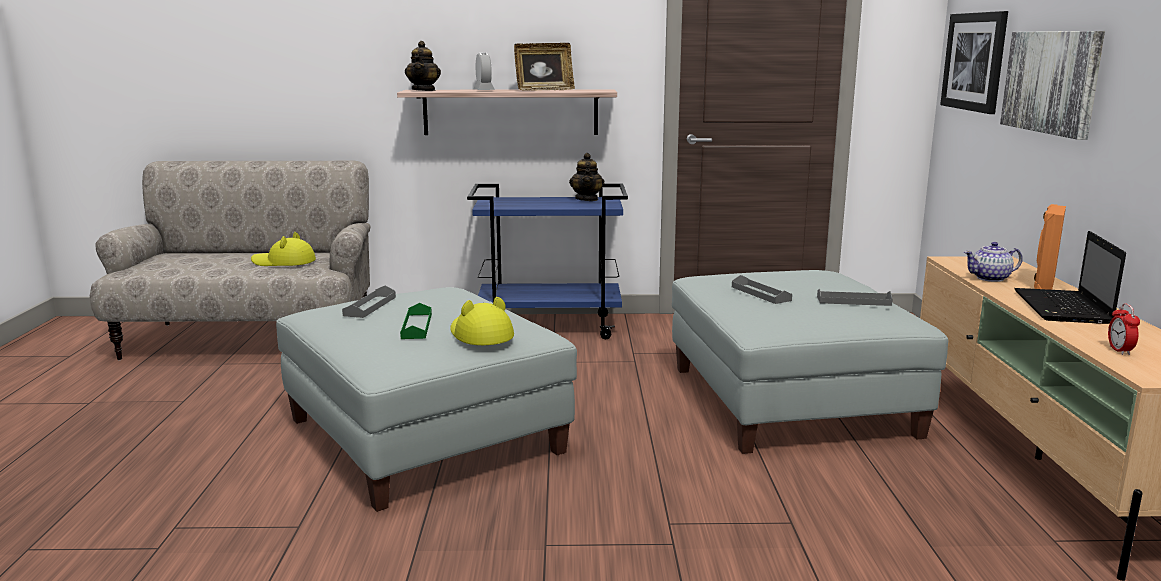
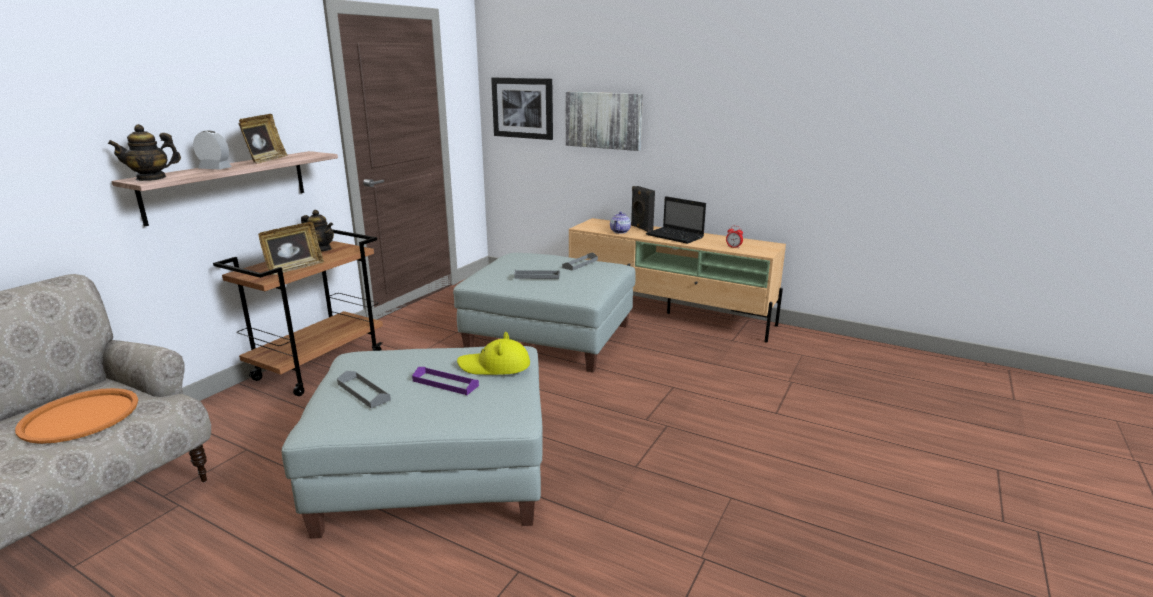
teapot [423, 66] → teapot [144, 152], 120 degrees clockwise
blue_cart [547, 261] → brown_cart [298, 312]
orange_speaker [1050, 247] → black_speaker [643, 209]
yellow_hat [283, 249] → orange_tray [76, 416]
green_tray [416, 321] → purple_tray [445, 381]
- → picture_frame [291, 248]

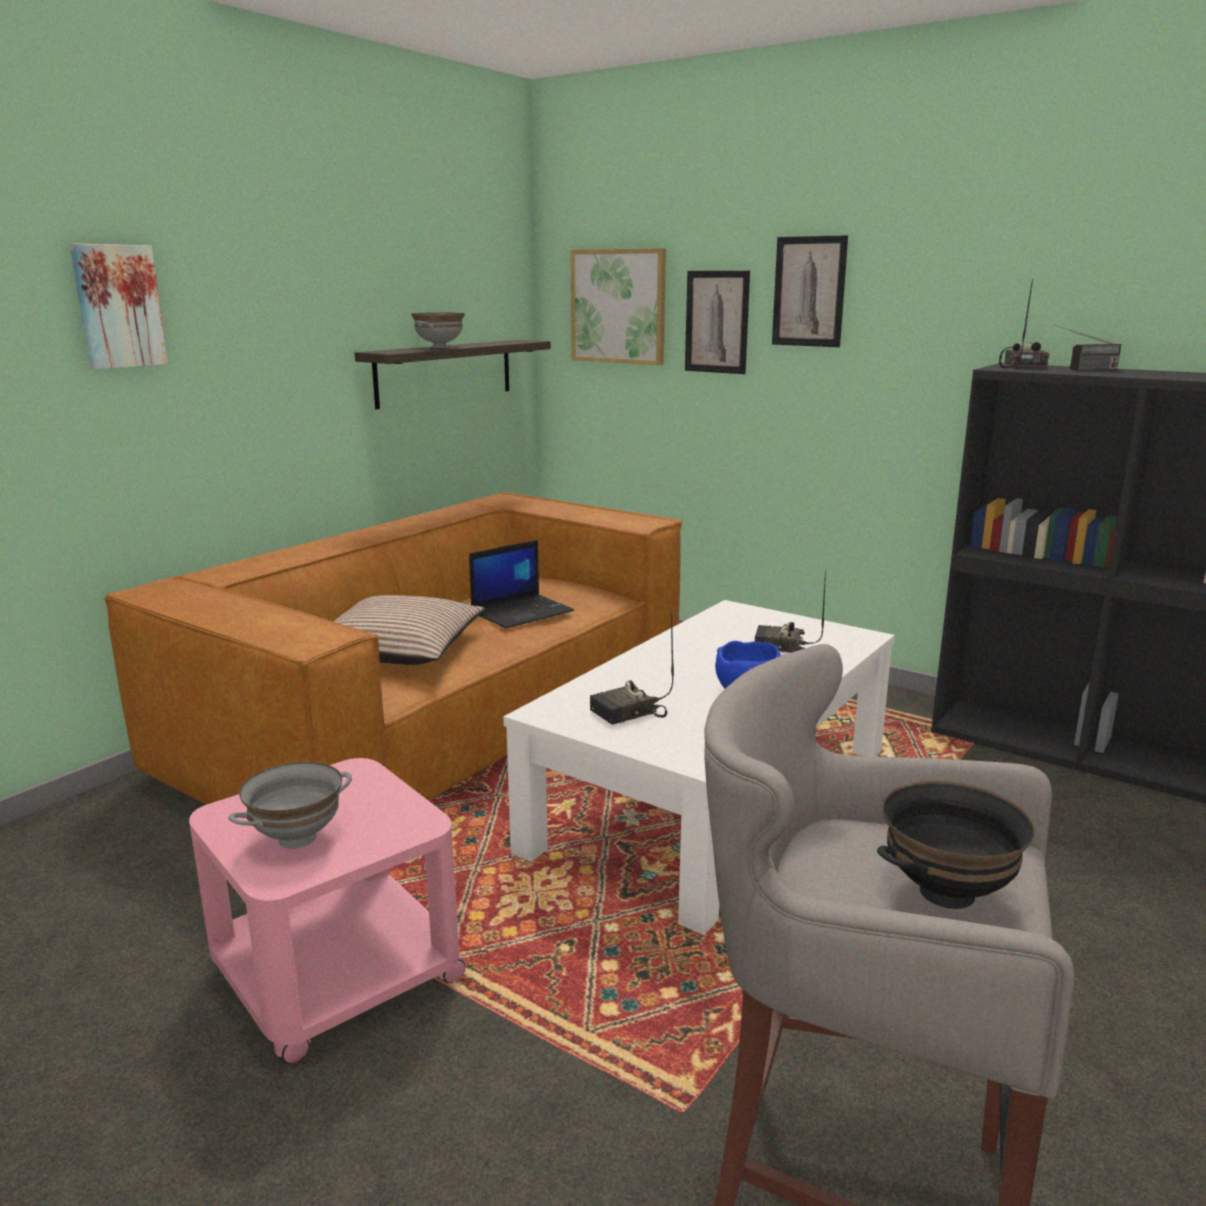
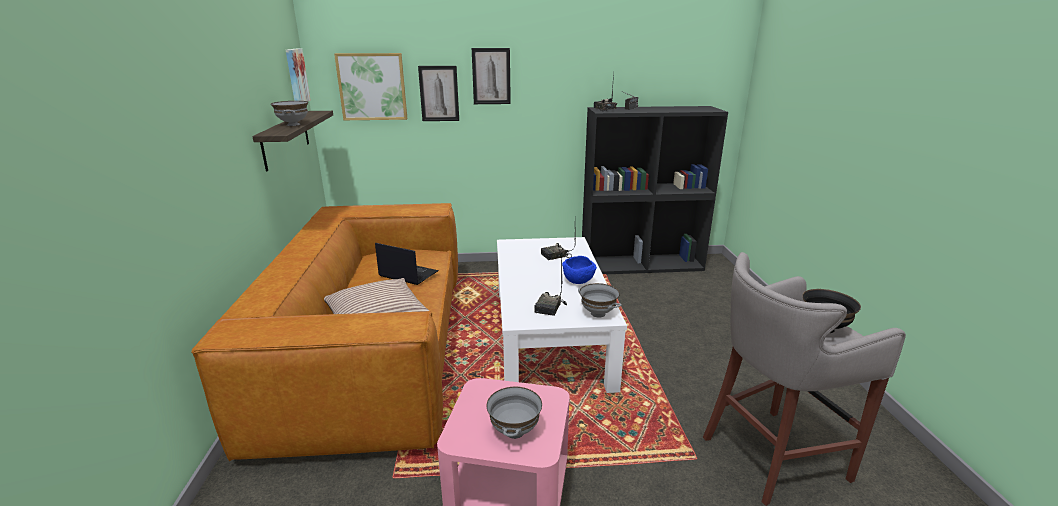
picture [119, 307] → picture [298, 75], relocated
laptop [521, 584] → laptop [407, 264], 75 degrees counterclockwise
- → grey_bowl [600, 300]

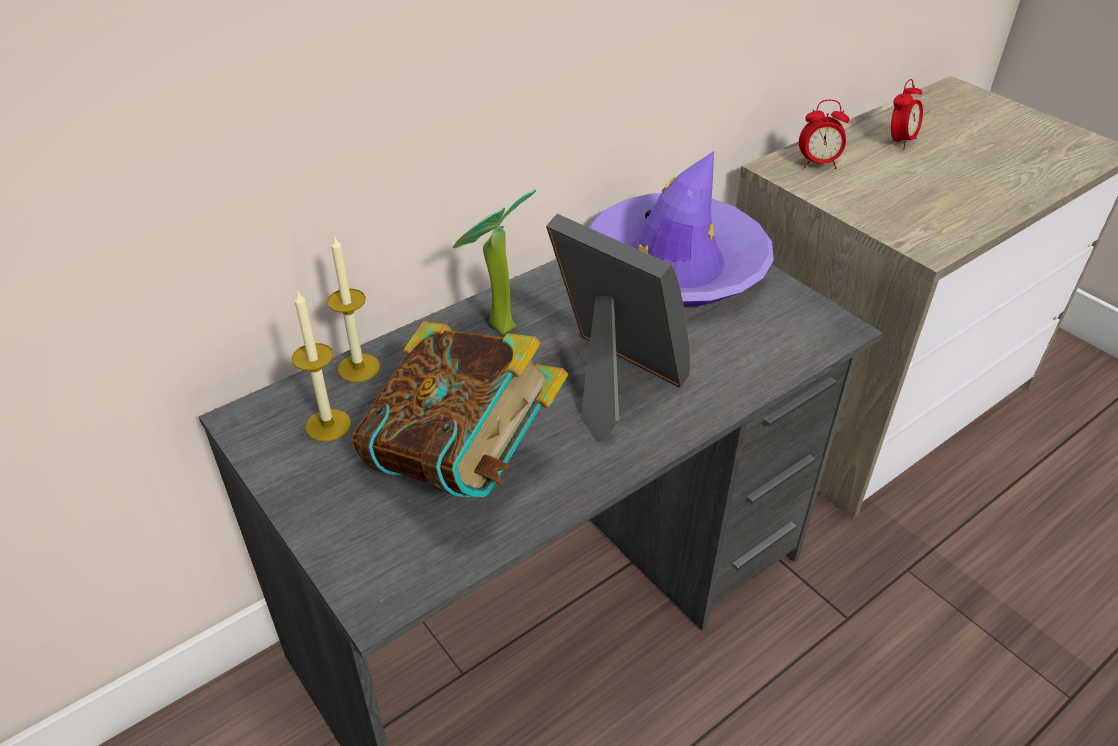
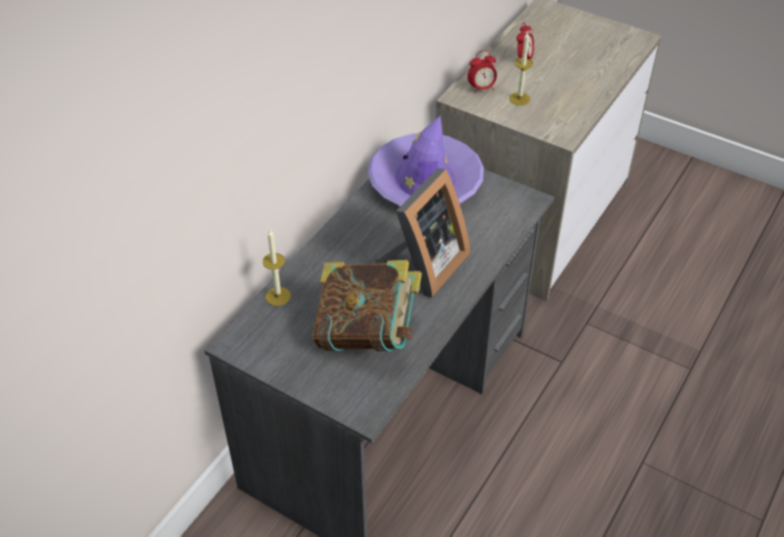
potted_plant [494, 262] → -
picture_frame [618, 328] → picture_frame [422, 232], 105 degrees clockwise
candle [321, 365] → candle [521, 68], relocated

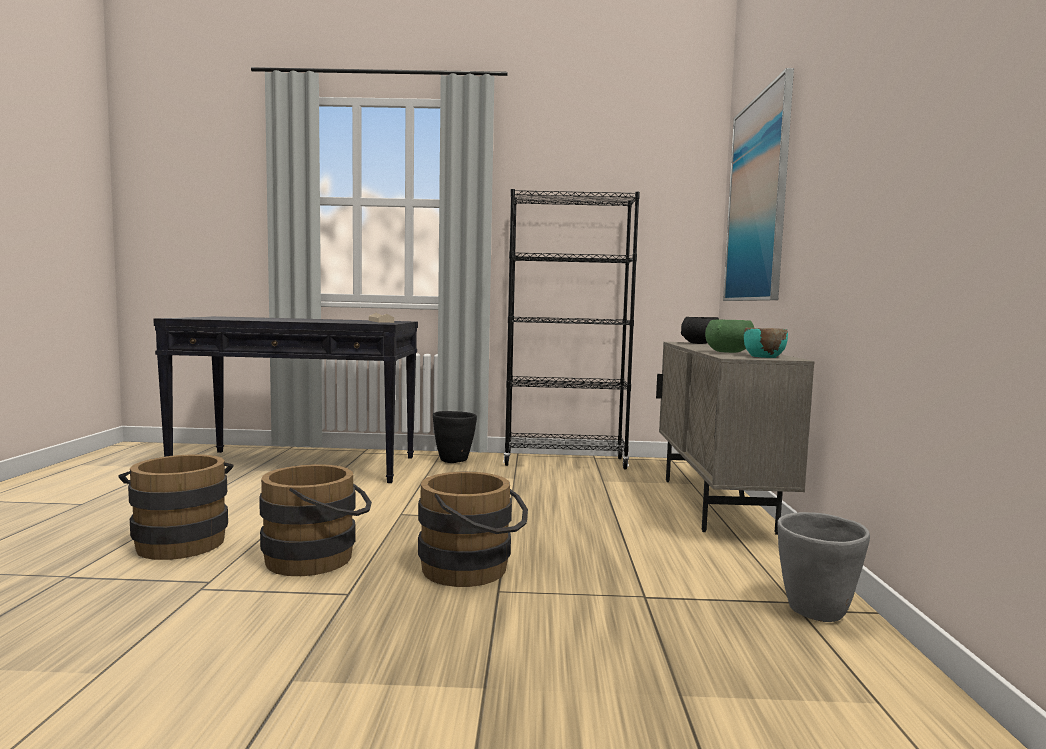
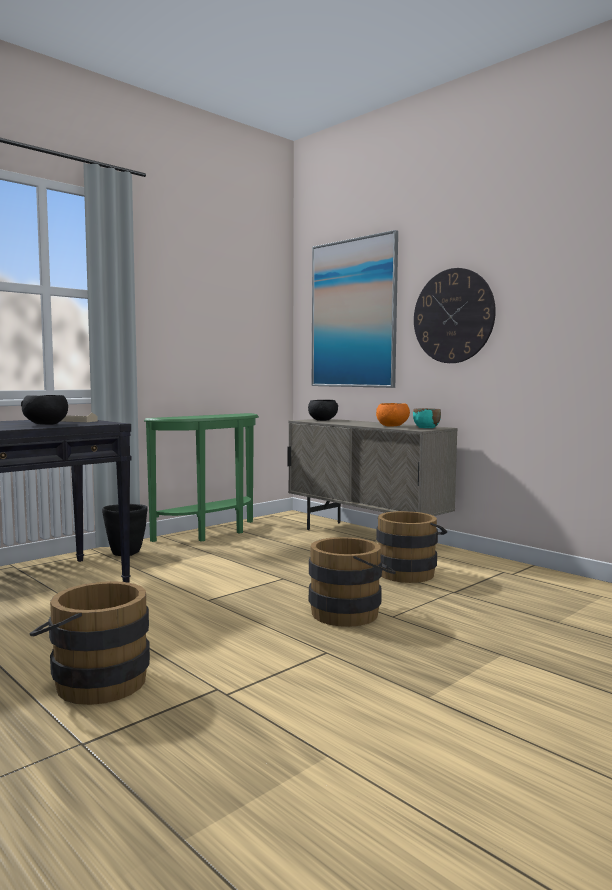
black_bookcase [571, 329] → green_console_table [201, 477]
green_bowl [729, 336] → orange_bowl [393, 414]
brown_bucket [315, 520] → brown_bucket [411, 547], relocated
grey_planter [823, 567] → -
- → wall_clock [455, 315]
- → black_bowl [44, 410]

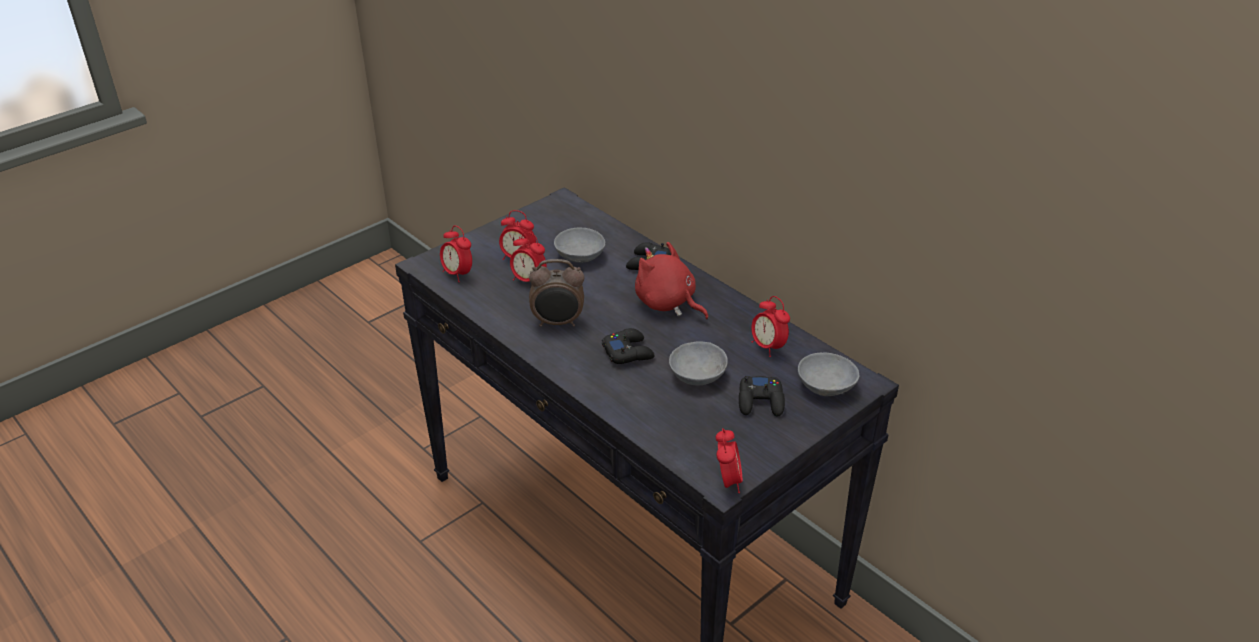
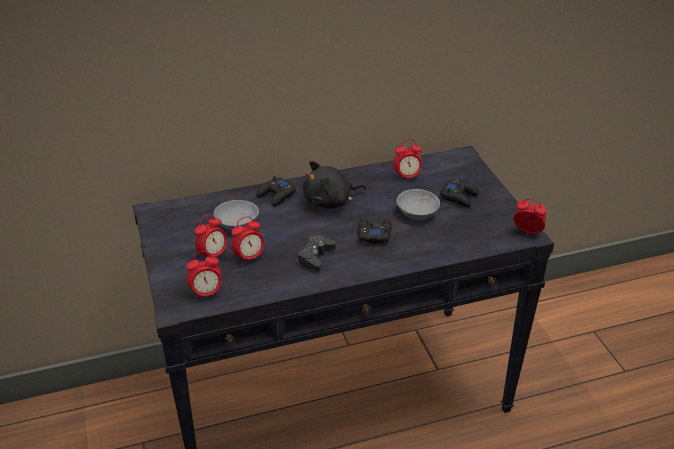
red_plush_toy [672, 280] → black_plush_toy [334, 185]
alarm_clock [556, 293] → black_game_controller [316, 253]
grey_bowl [829, 374] → -

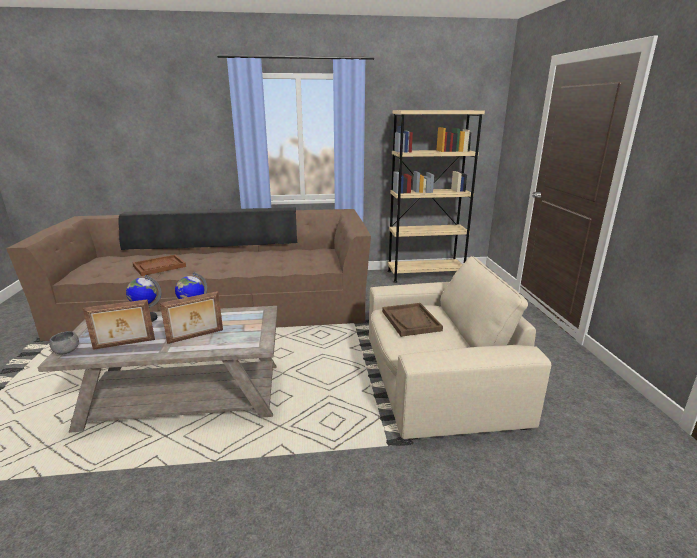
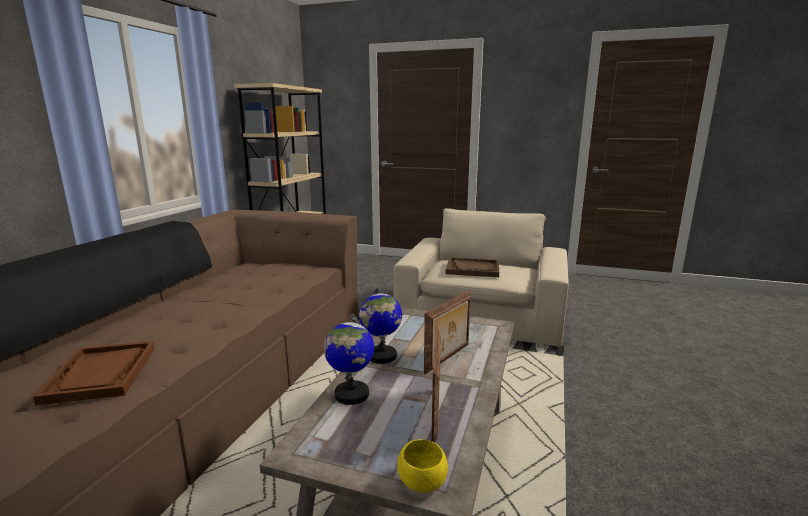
picture_frame [191, 317] → picture_frame [447, 332], 45 degrees clockwise
grey_bowl [64, 342] → yellow_bowl [422, 466]

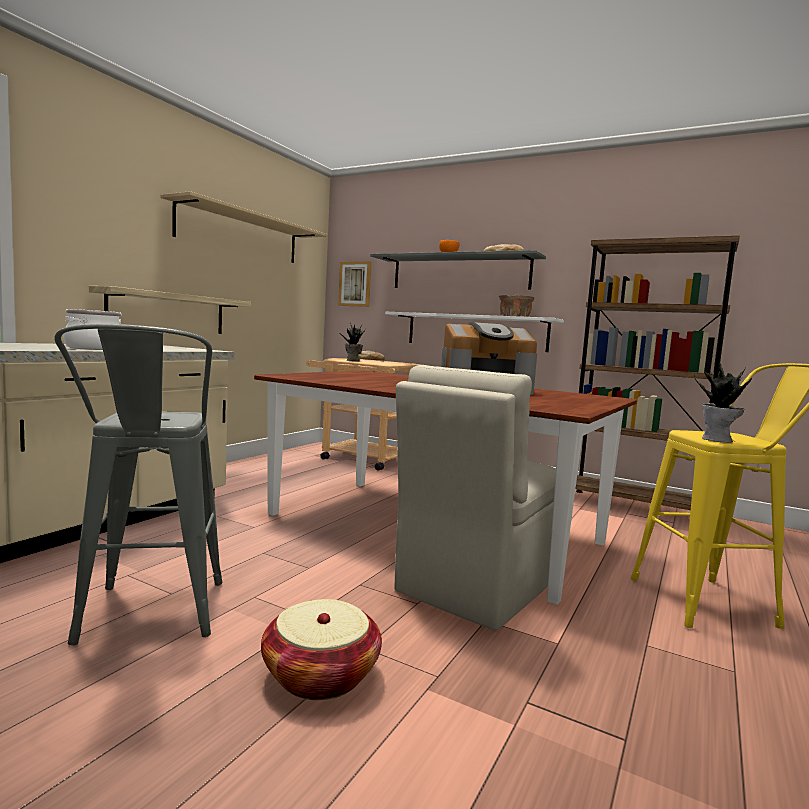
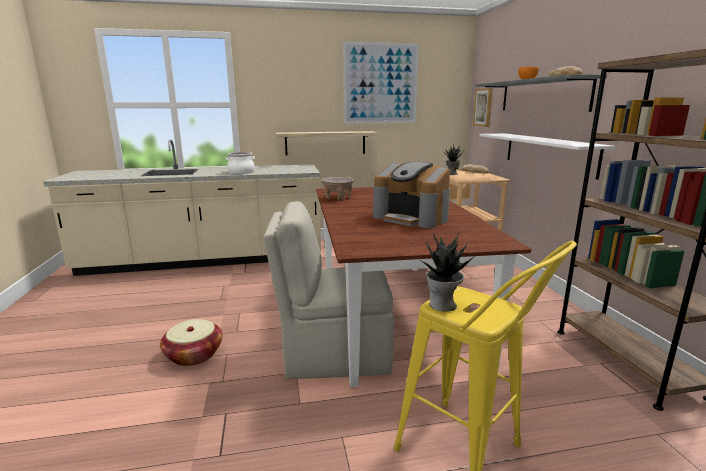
beige_shelf [244, 227] → picture [381, 82]
beige_bowl [516, 306] → beige_bowl [337, 188], relocated
grey_stool [138, 484] → -

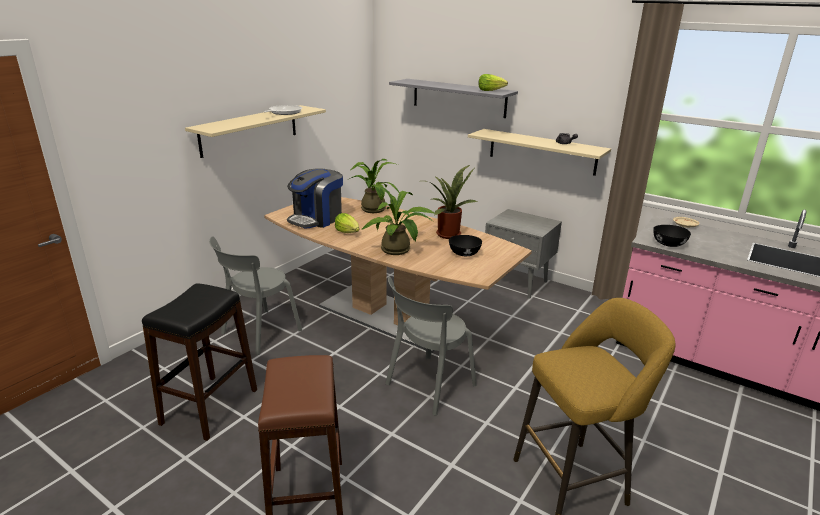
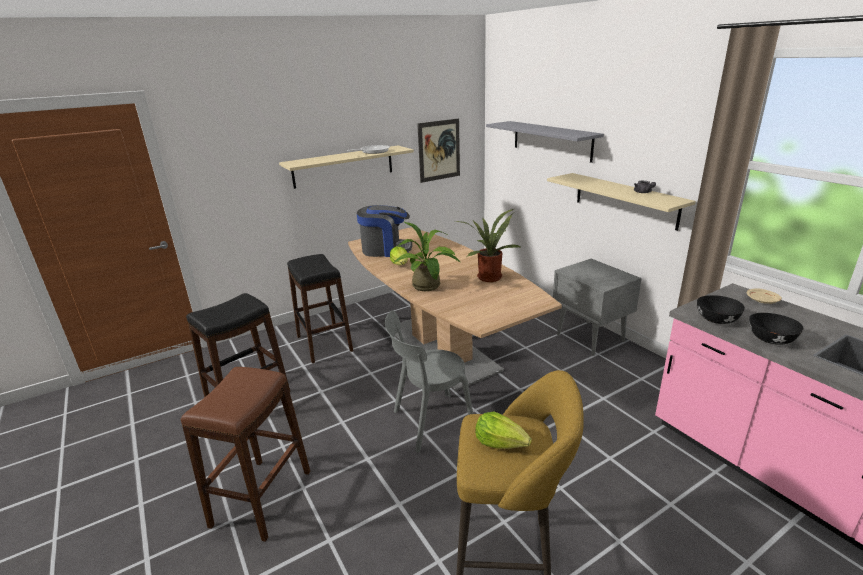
lettuce [493, 82] → lettuce [503, 430], relocated
potted_plant [372, 186] → -
coffee_machine [315, 198] → coffee_machine [384, 231], 150 degrees counterclockwise
black_bowl [465, 245] → black_bowl [776, 329], relocated
grey_chair [255, 295] → black_stool [320, 308]
- → picture [438, 150]

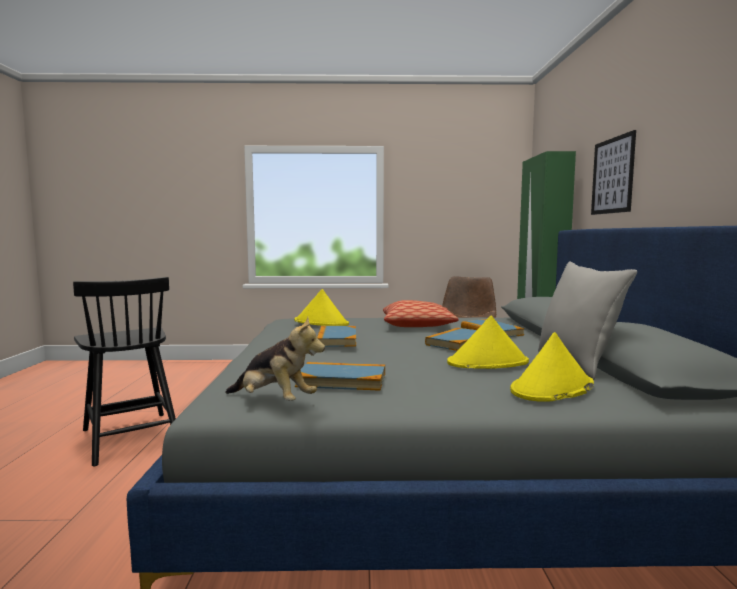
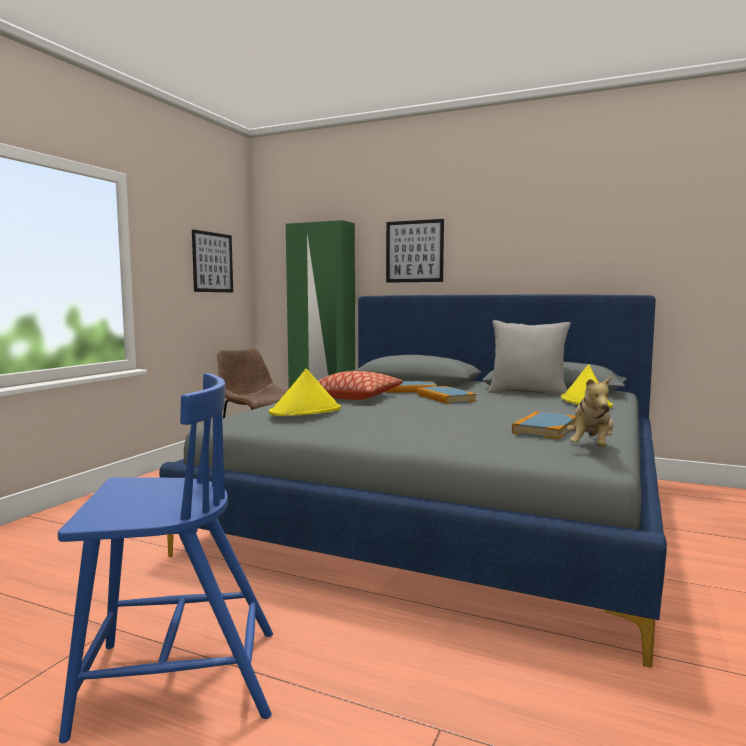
black_chair [124, 371] → blue_chair [165, 558]
yellow_hat [488, 342] → -
plush_toy [275, 359] → plush_toy [590, 411], 150 degrees clockwise
book [336, 336] → -
- → picture [212, 260]

